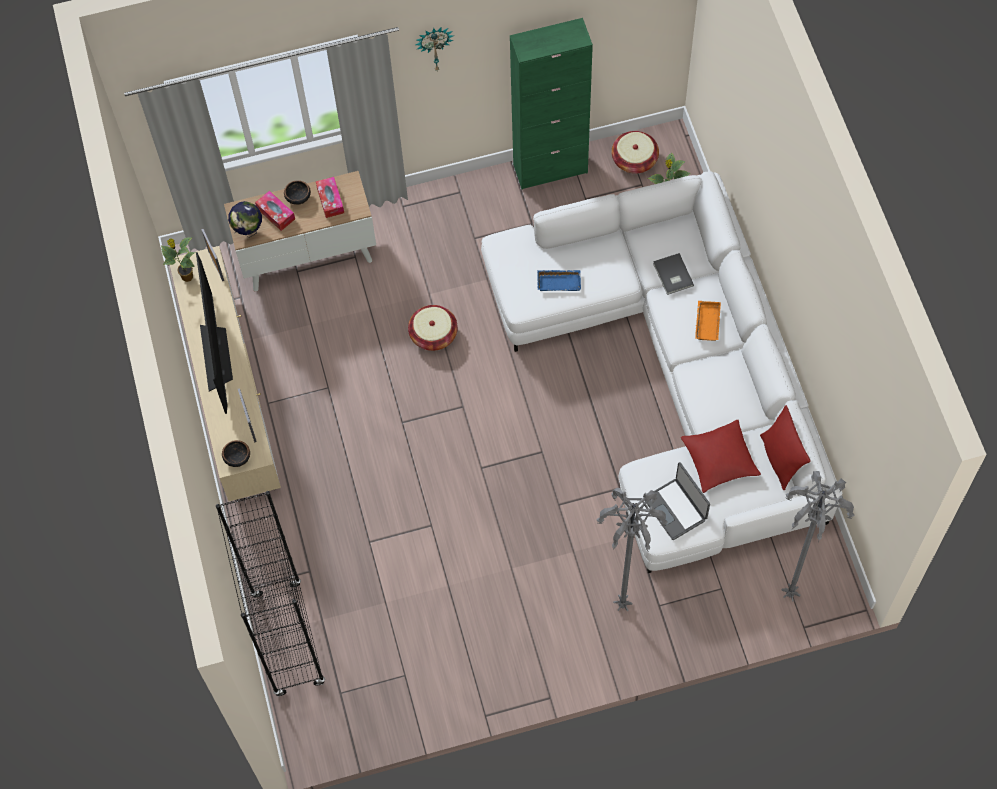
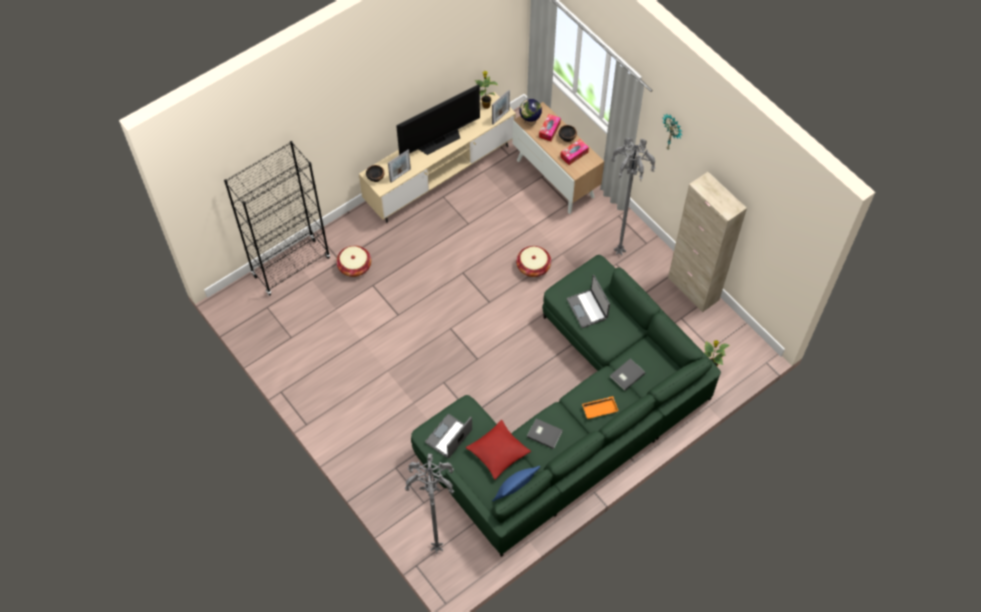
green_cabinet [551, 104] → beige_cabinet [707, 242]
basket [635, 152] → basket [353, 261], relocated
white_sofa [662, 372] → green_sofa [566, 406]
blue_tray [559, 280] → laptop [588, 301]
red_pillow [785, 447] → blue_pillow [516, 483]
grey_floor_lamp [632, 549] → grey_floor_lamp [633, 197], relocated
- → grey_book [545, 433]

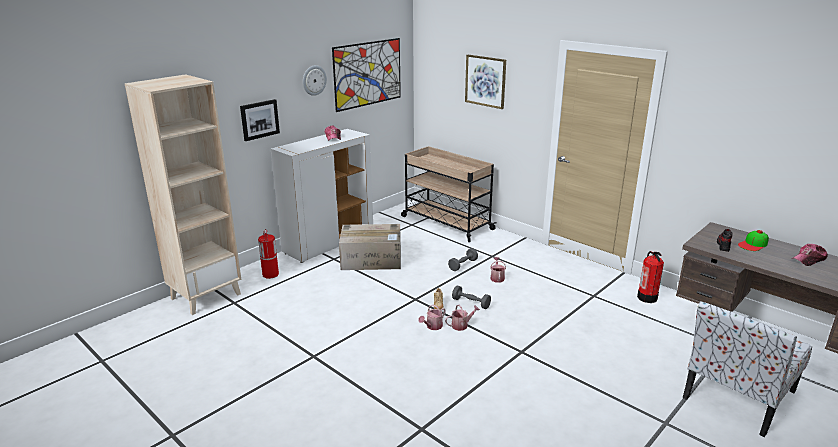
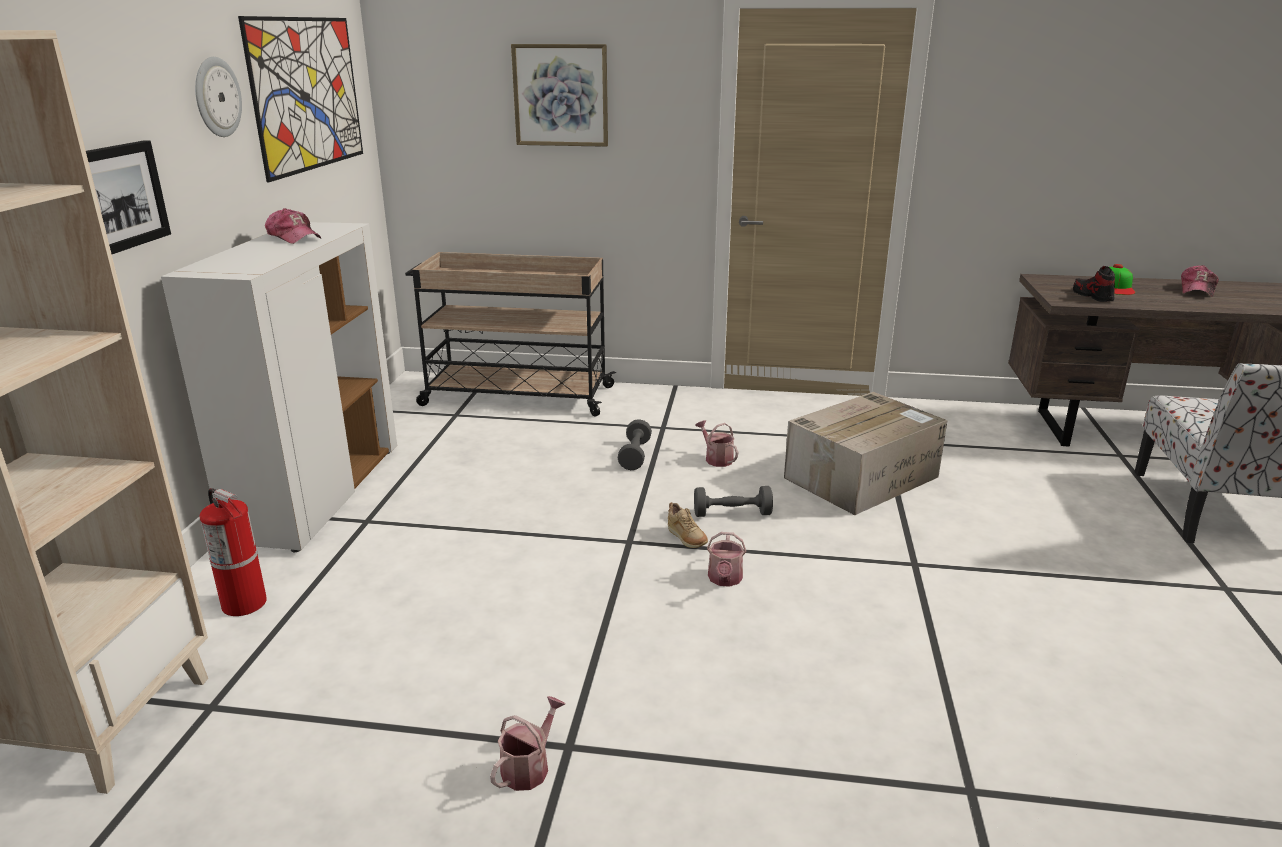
cardboard_box [370, 247] → cardboard_box [866, 453], relocated
fire_extinguisher [650, 277] → -
watering_can [462, 318] → watering_can [528, 743], relocated

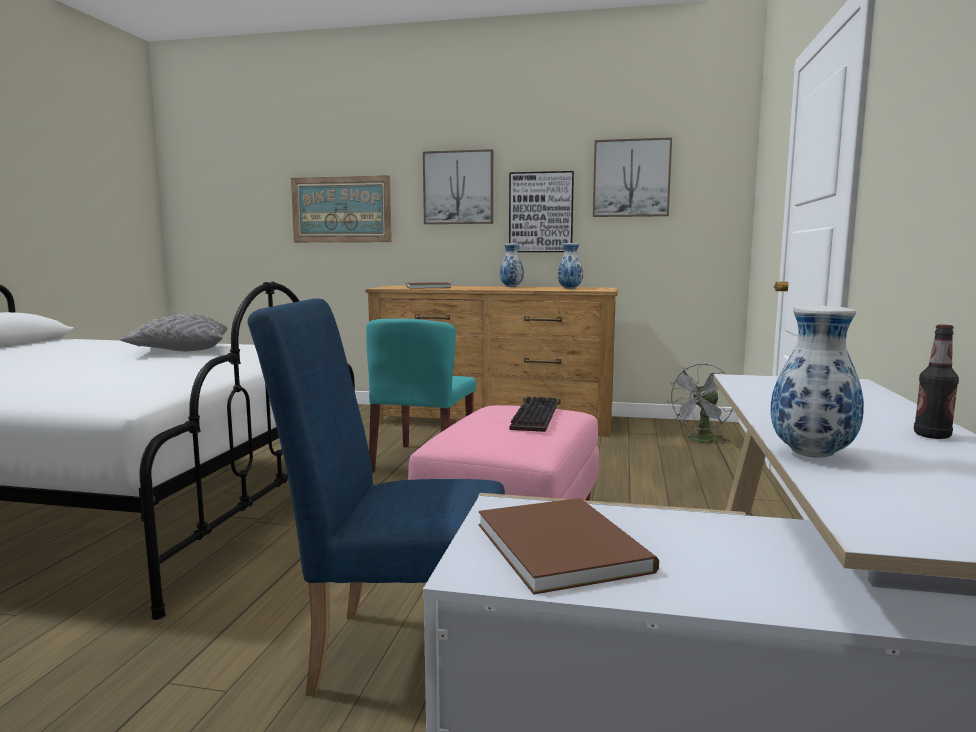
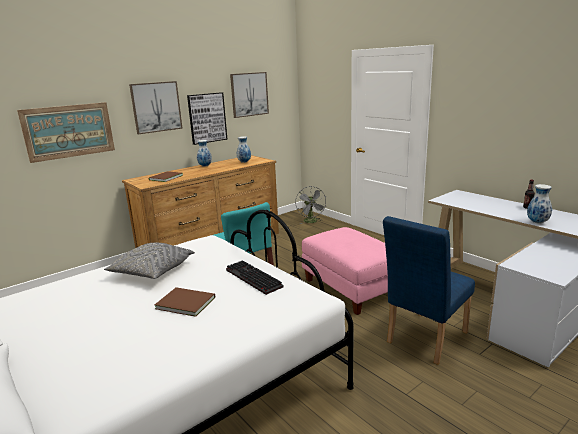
keyboard [533, 414] → keyboard [255, 277], relocated
brown_book [569, 546] → brown_book [185, 302], relocated

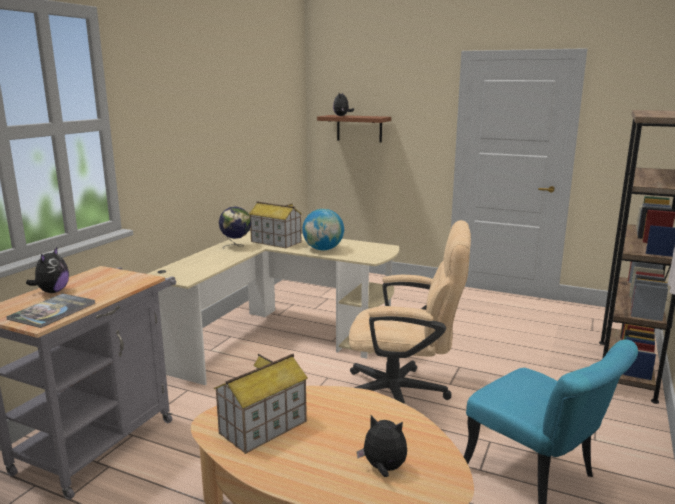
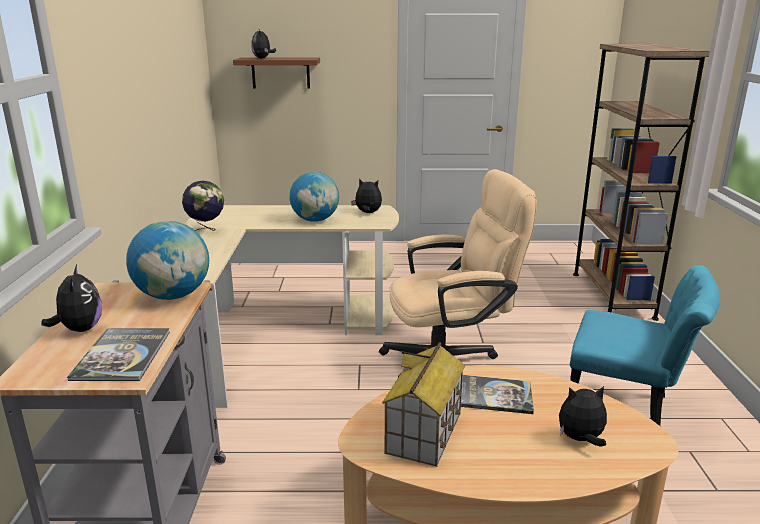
toy_house [275, 224] → -
- → plush_toy [366, 195]
- → globe [167, 260]
- → book [497, 394]

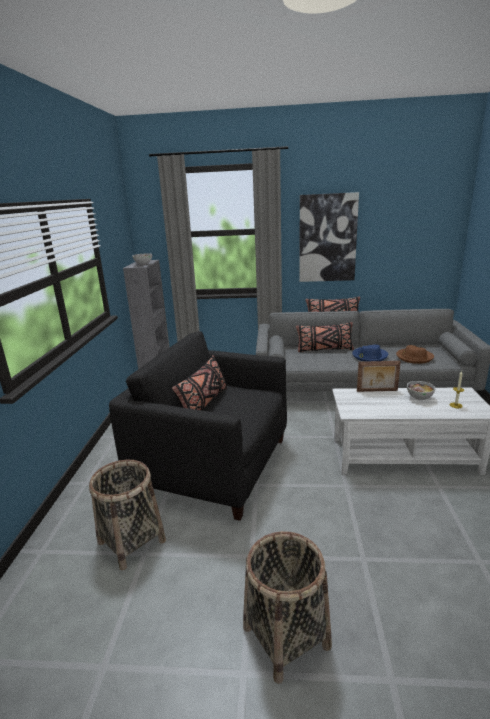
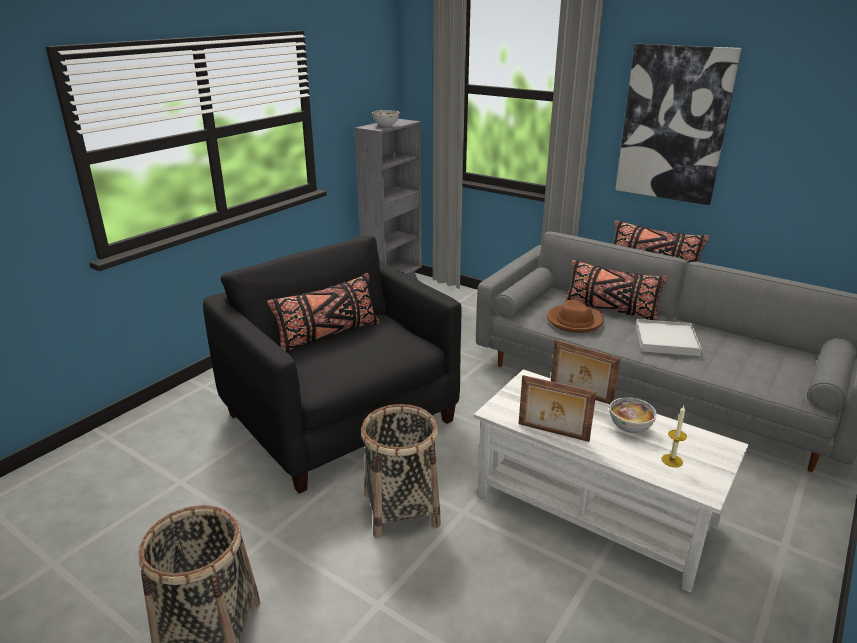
blue_hat [370, 353] → white_tray [669, 337]
brown_hat [415, 354] → brown_hat [575, 316], relocated
basket [127, 515] → basket [401, 471], relocated
- → picture_frame [558, 408]

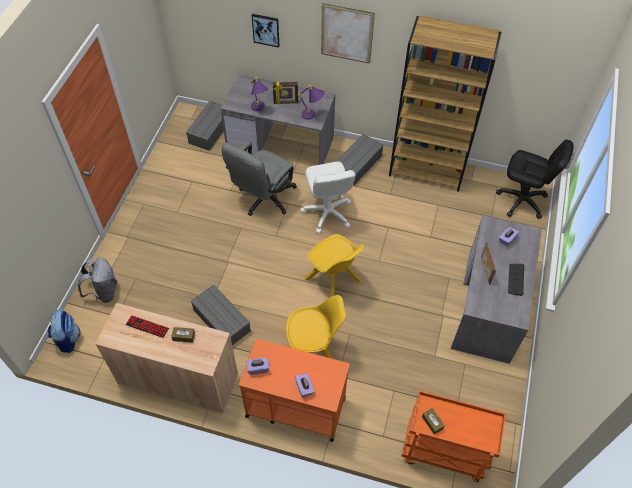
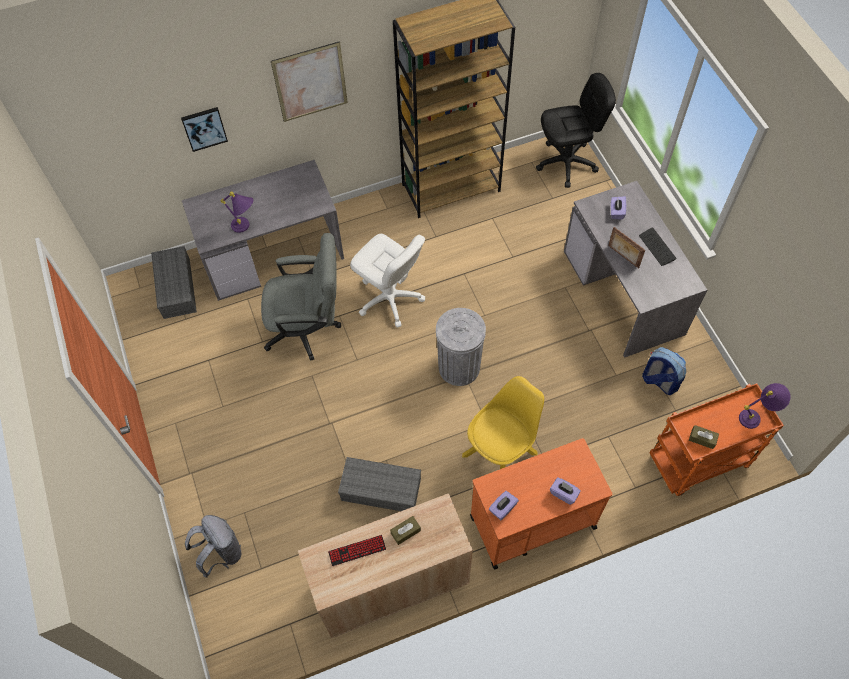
picture_frame [285, 93] → -
purple_table_lamp [311, 102] → purple_table_lamp [765, 406], relocated
grey_storage_box [360, 159] → -
grey_office_chair [259, 178] → grey_office_chair [301, 297], 90 degrees counterclockwise
yellow_chair [334, 265] → grey_trash_can [461, 347]
backpack [64, 331] → backpack [664, 371], relocated

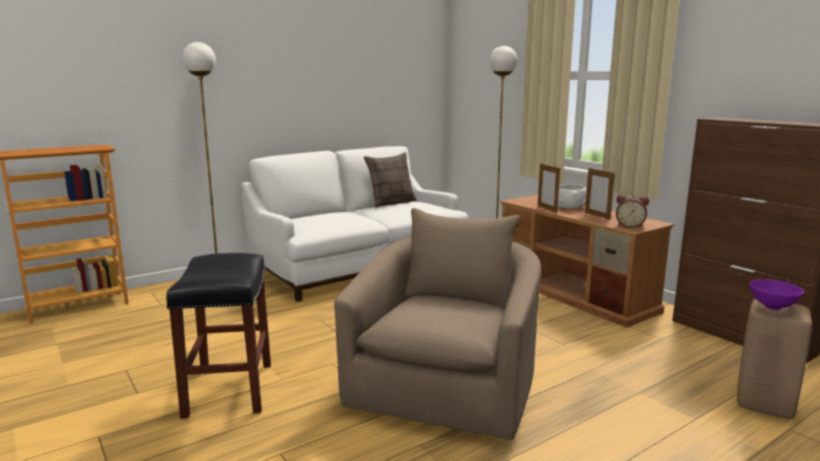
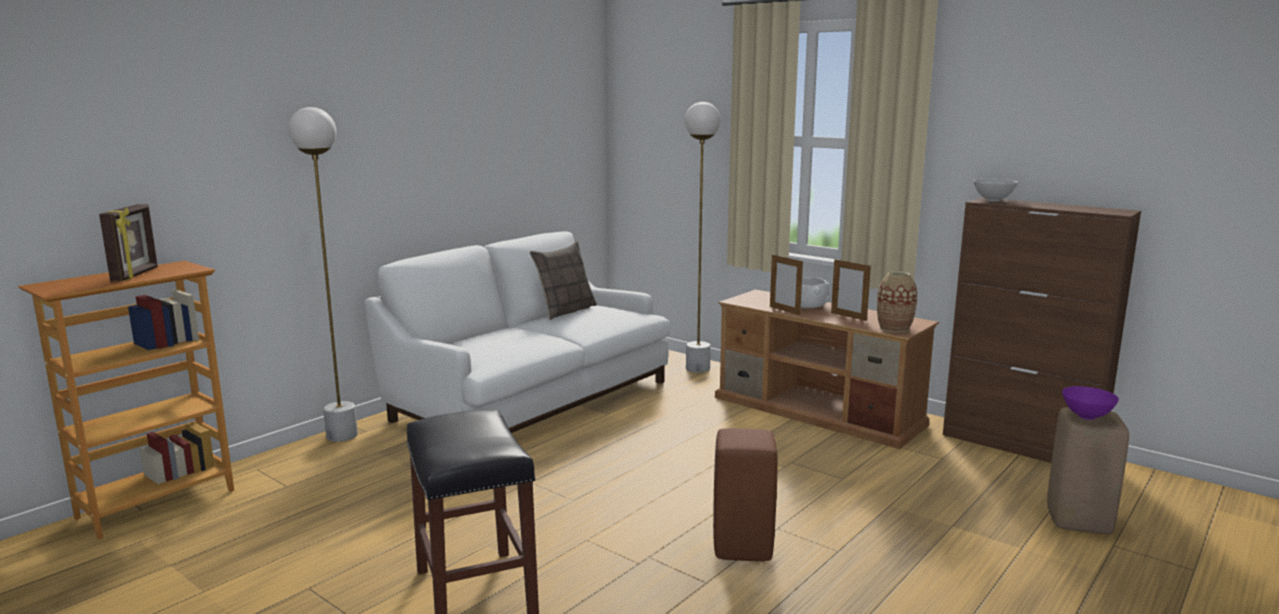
alarm_clock [632, 211] → vase [897, 302]
beige_armchair [437, 324] → brown_stool [745, 494]
- → white_bowl [995, 190]
- → picture_frame [128, 242]

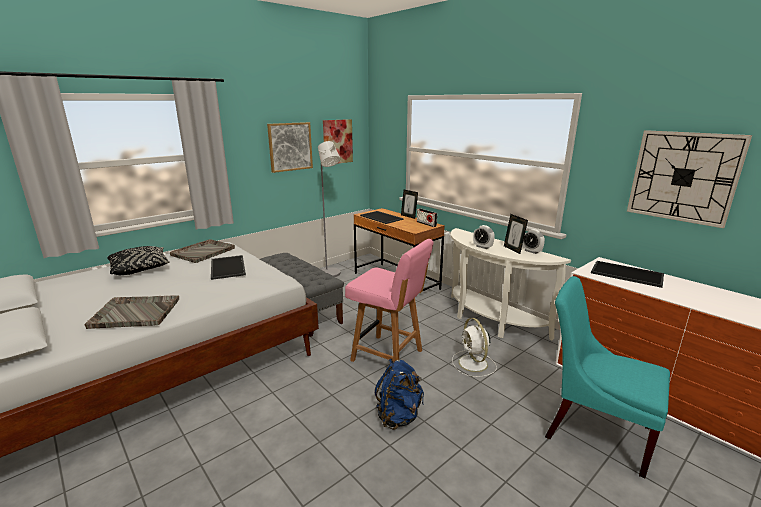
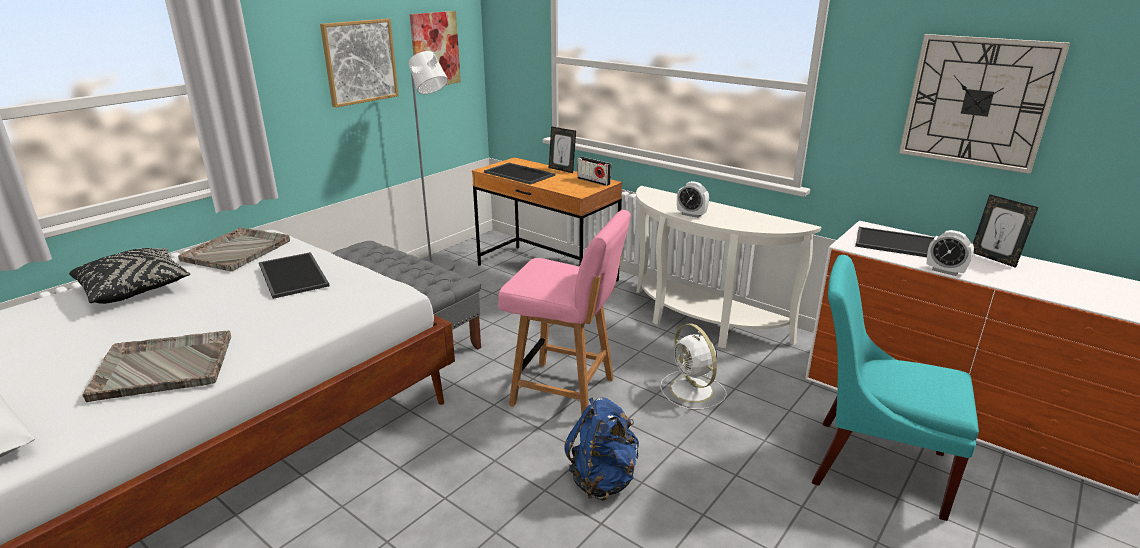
picture_frame [516, 234] → picture_frame [1006, 231], relocated
alarm_clock [533, 241] → alarm_clock [950, 253], relocated

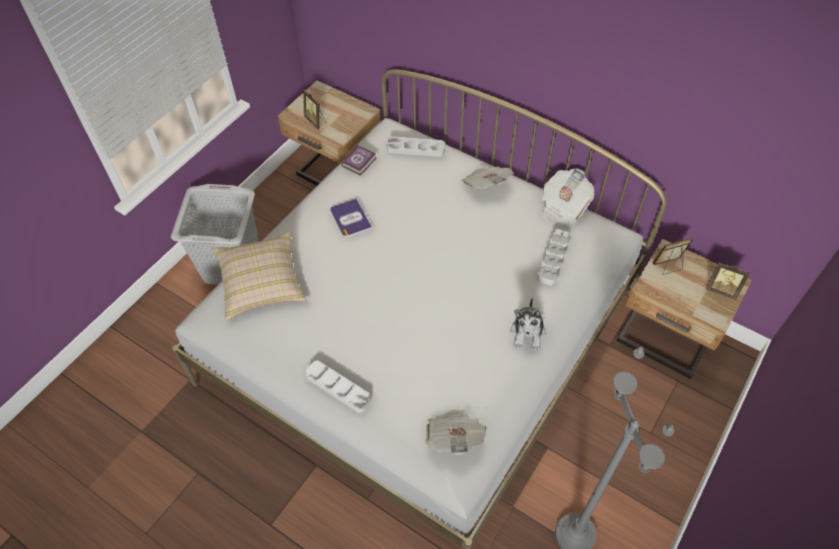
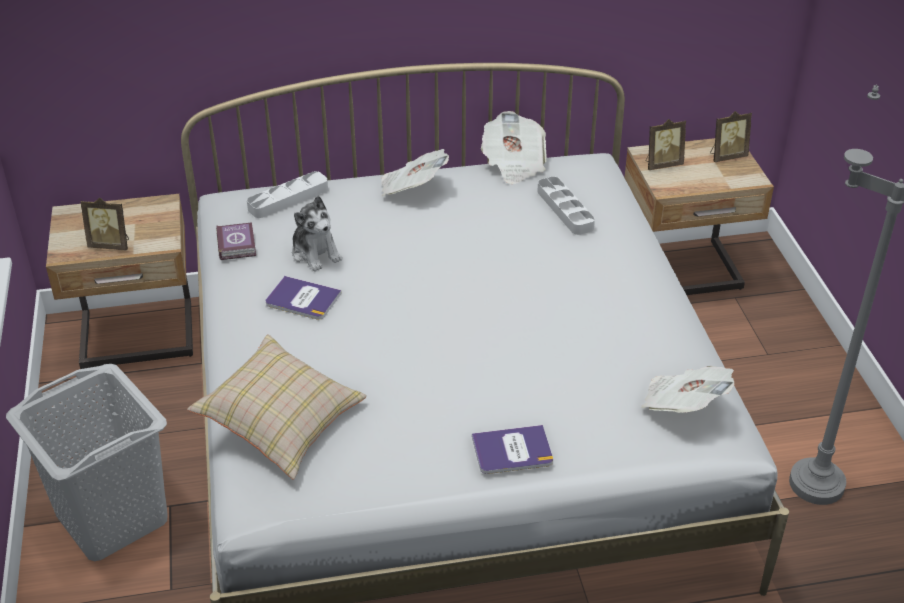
picture_frame [673, 256] → picture_frame [666, 144], 135 degrees counterclockwise
plush_toy [528, 324] → plush_toy [317, 233], relocated
grey_tray [338, 387] → book [512, 449]

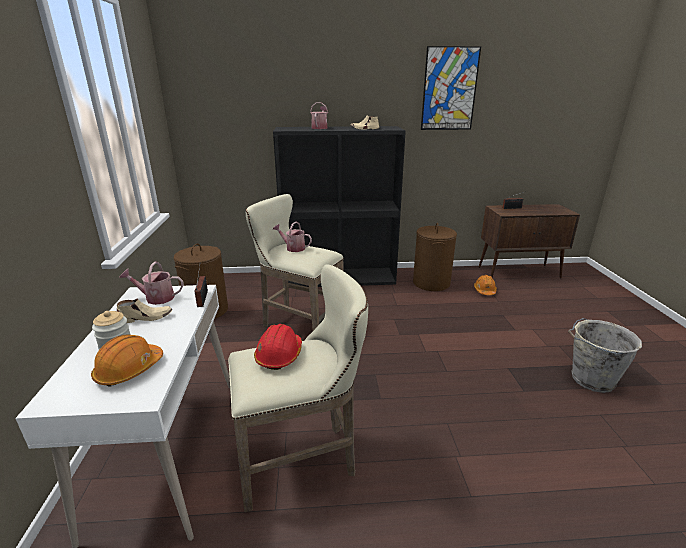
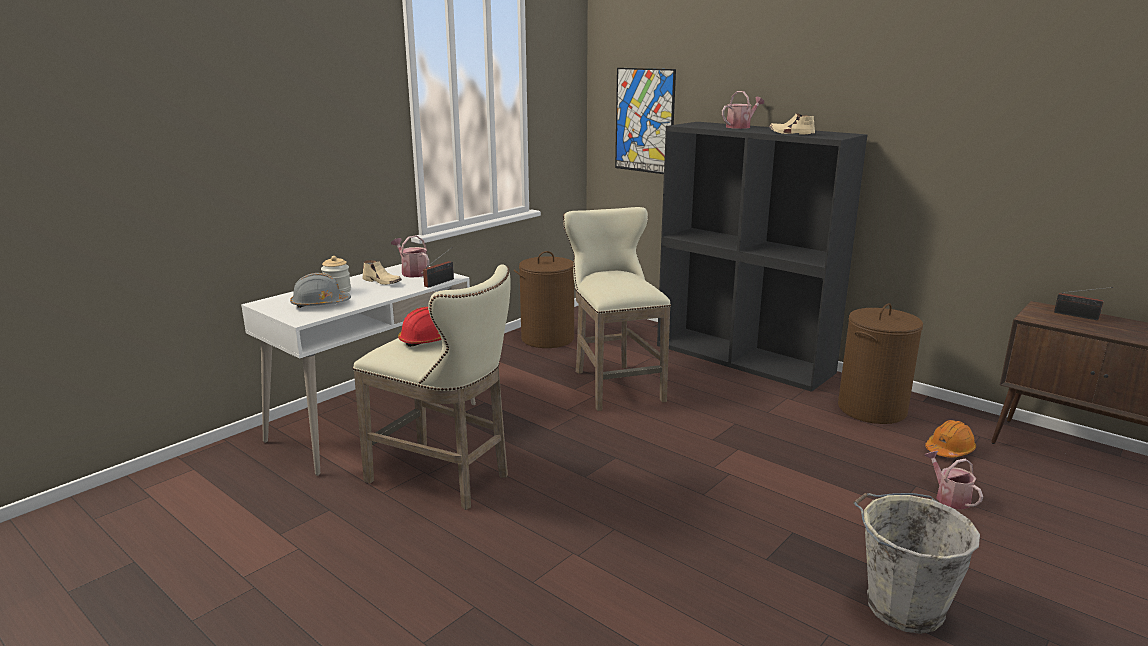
picture [451, 88] → picture [645, 121], relocated
watering_can [292, 237] → watering_can [953, 480], relocated
orange_hard_hat [127, 360] → grey_hard_hat [320, 290]

